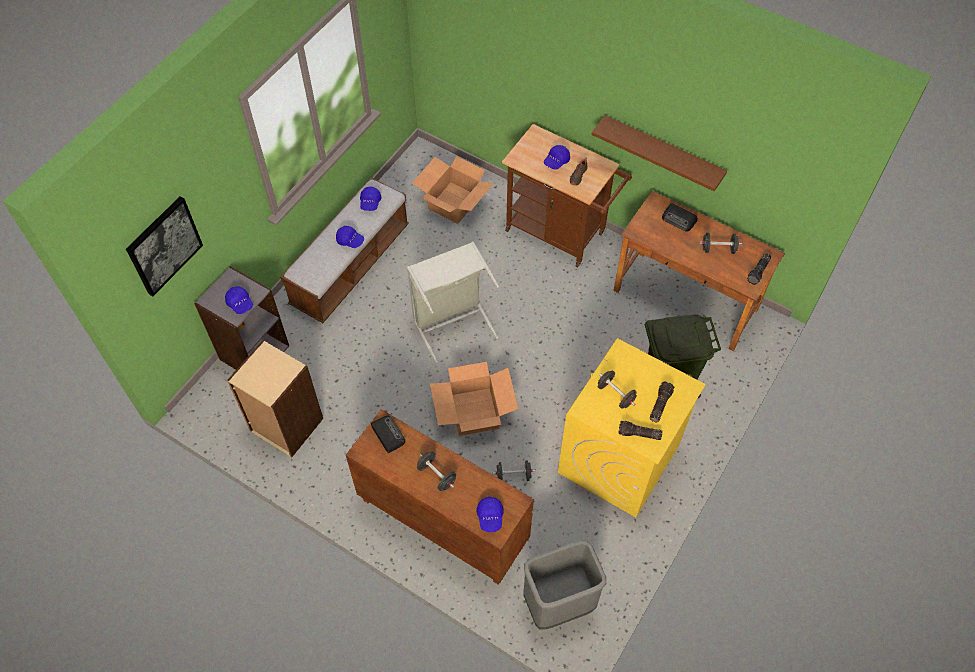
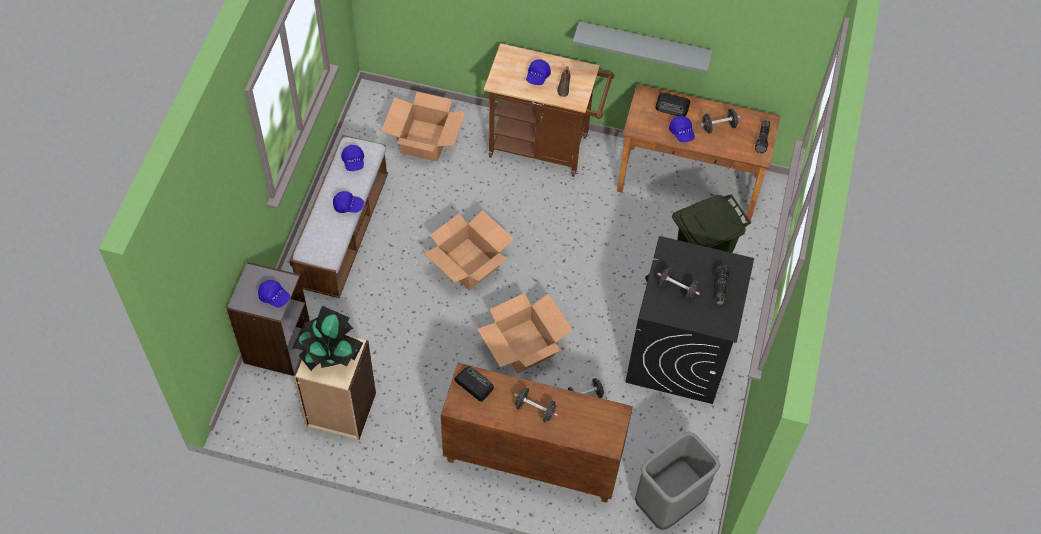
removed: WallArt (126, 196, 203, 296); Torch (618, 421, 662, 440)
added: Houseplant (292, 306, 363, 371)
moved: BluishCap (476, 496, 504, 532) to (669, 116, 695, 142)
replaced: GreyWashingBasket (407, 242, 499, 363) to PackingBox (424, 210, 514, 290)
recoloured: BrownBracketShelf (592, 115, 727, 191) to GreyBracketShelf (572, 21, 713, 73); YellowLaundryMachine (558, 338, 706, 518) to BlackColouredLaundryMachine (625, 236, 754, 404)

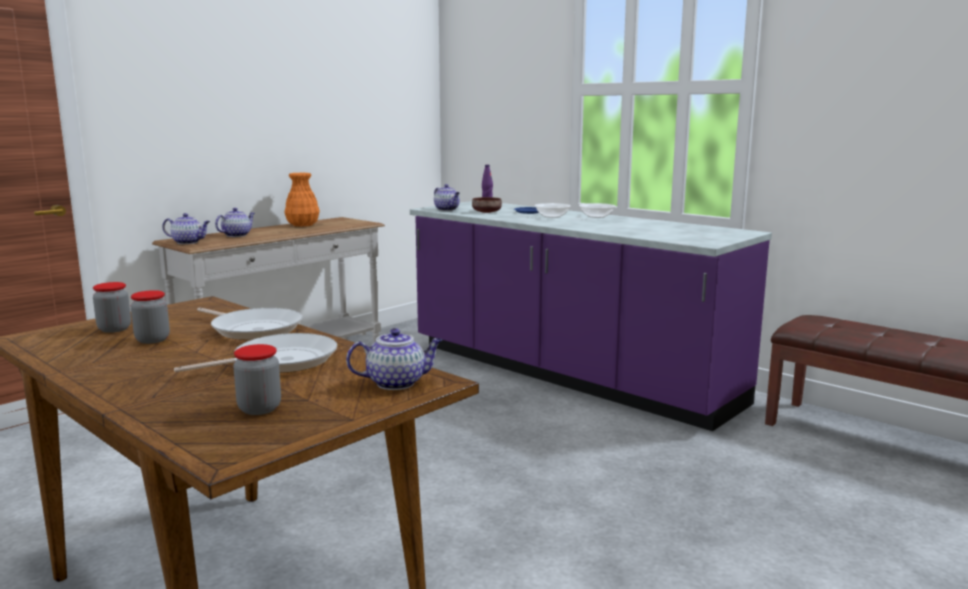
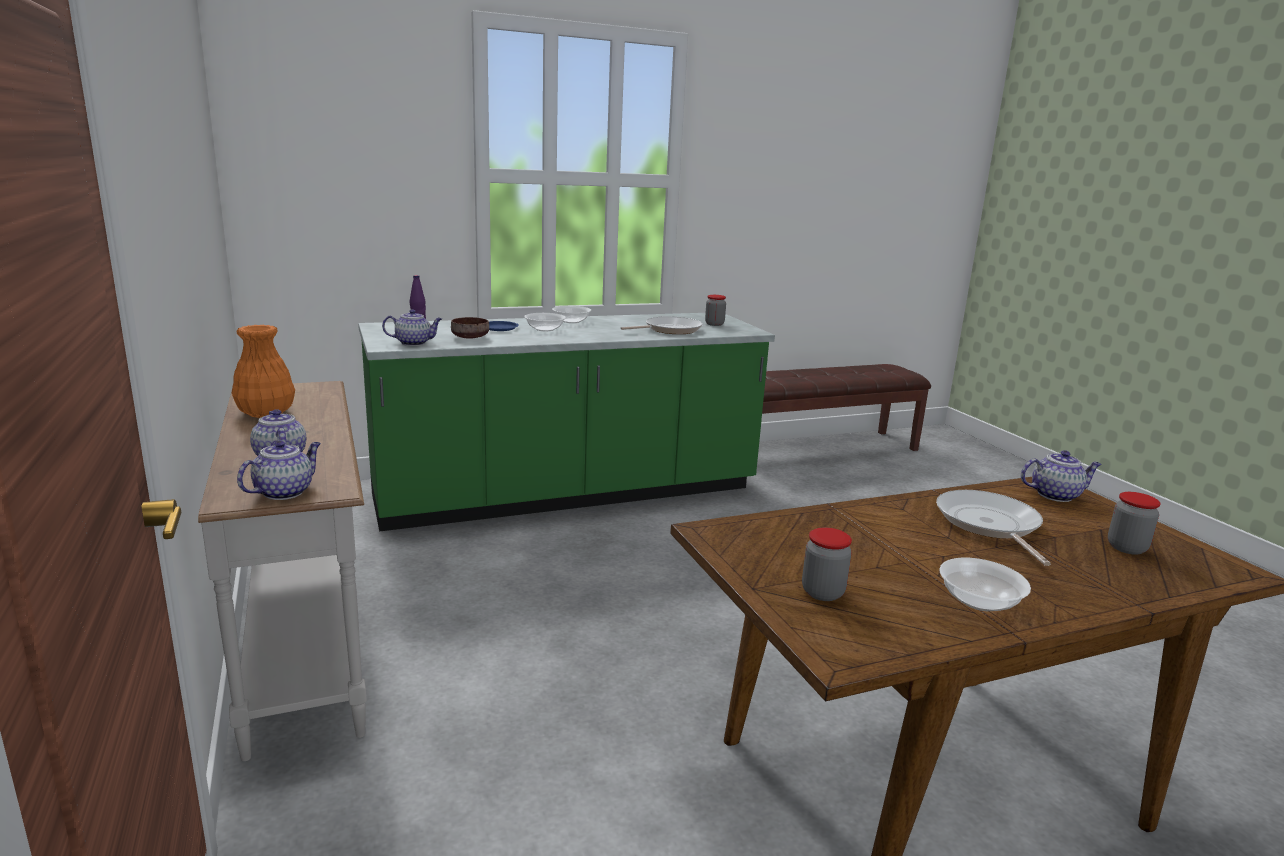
added: ServingBowl (939, 558, 1031, 611)
moved: FryingPan (197, 308, 303, 340) to (621, 316, 703, 334); StorageJar (131, 290, 170, 344) to (705, 295, 726, 326)
recoloured: PurpleColouredKitchenCounter (410, 201, 772, 431) to GreenishKitchenCounter (358, 313, 775, 532)
turned: Teapot (346, 328, 443, 390) = (1021, 450, 1102, 502) 75 degrees clockwise

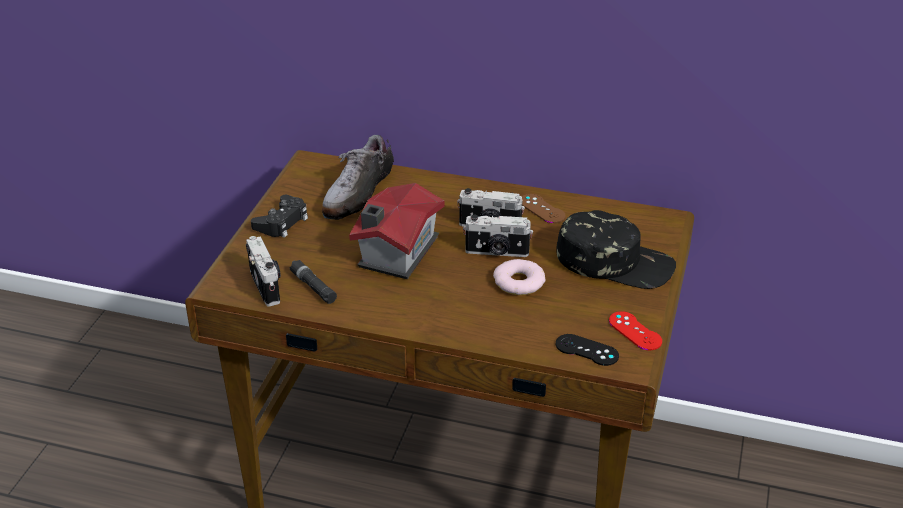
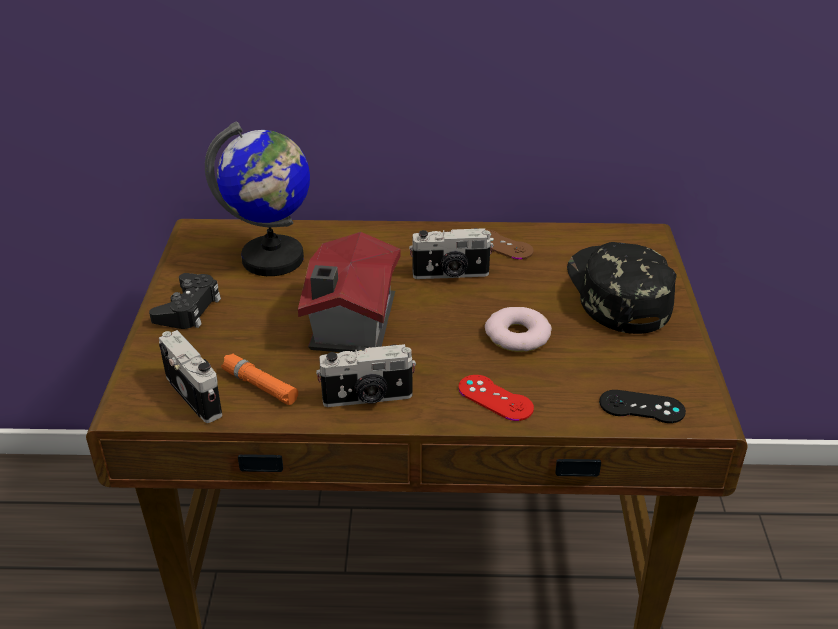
moved: StillCamera (463, 214, 533, 257) to (316, 344, 416, 407); RedGameController (609, 311, 662, 350) to (458, 375, 534, 421)
replaced: Shoe (322, 135, 394, 220) to WorldGlobe (205, 121, 310, 276)
recoloured: BlackColouredTorch (290, 260, 337, 304) to OrangeyTorch (221, 353, 298, 405)
turned: BlackColouredCap (556, 210, 676, 289) = (567, 242, 677, 334) 105 degrees counterclockwise

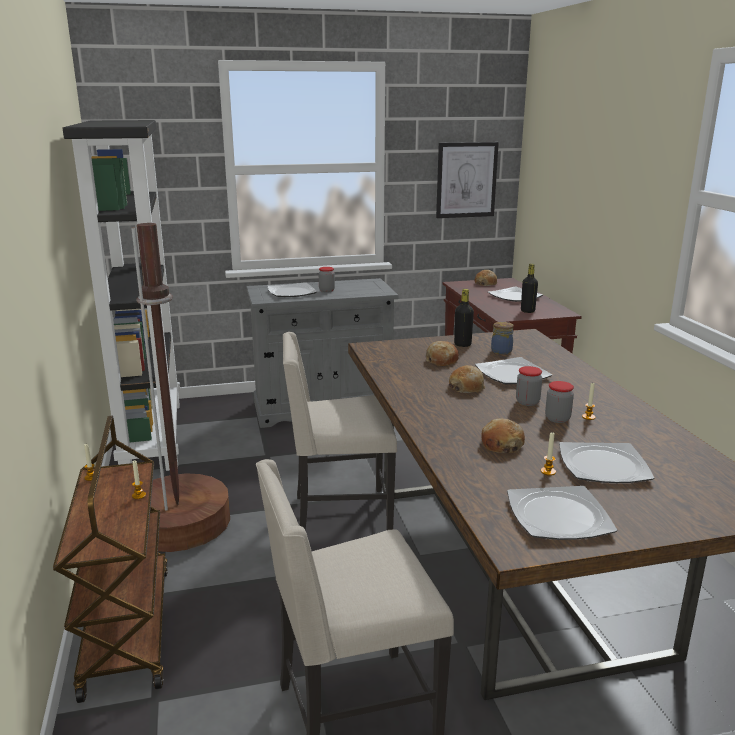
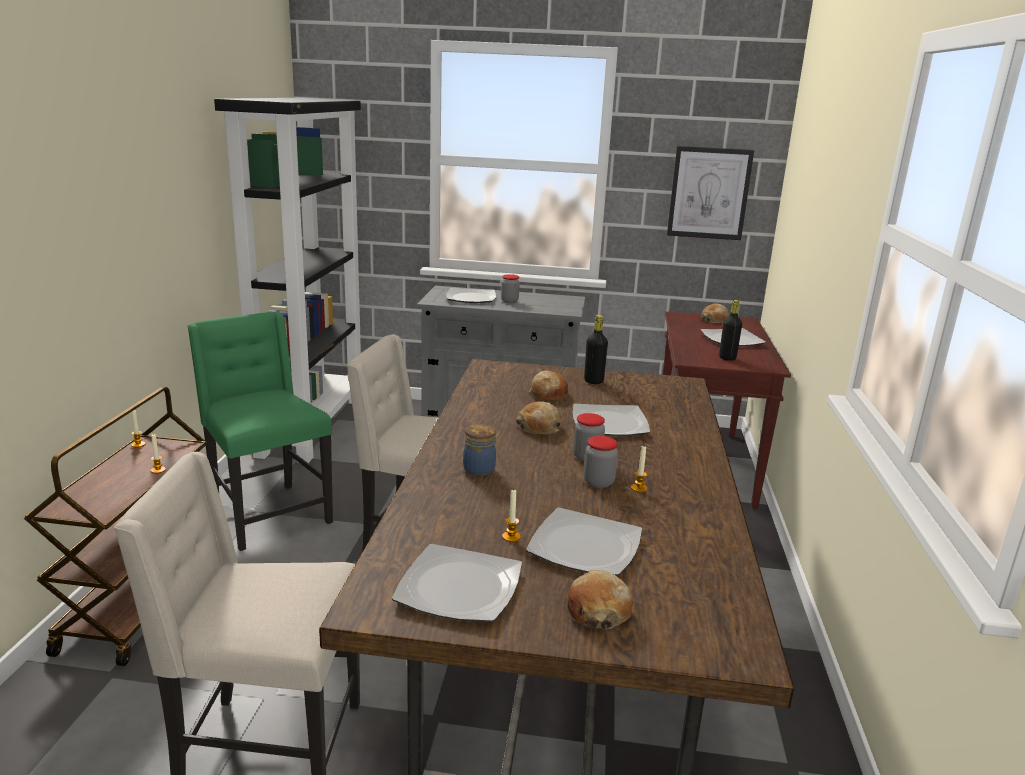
moved: StorageJar (491, 322, 514, 354) to (463, 424, 496, 476); BakedBread (481, 419, 525, 453) to (567, 570, 633, 629)
replaced: BrownStandingLamp (131, 223, 230, 552) to GreenishPlainChair (187, 312, 333, 551)

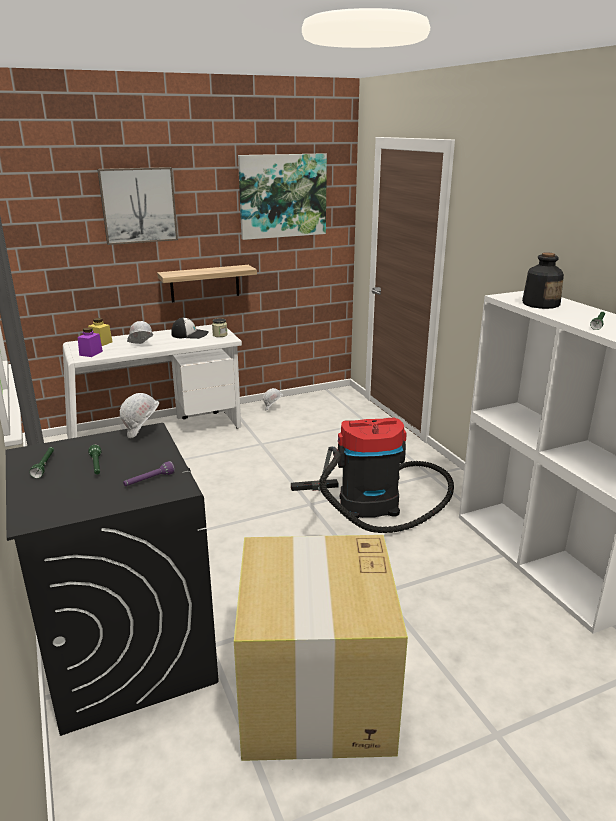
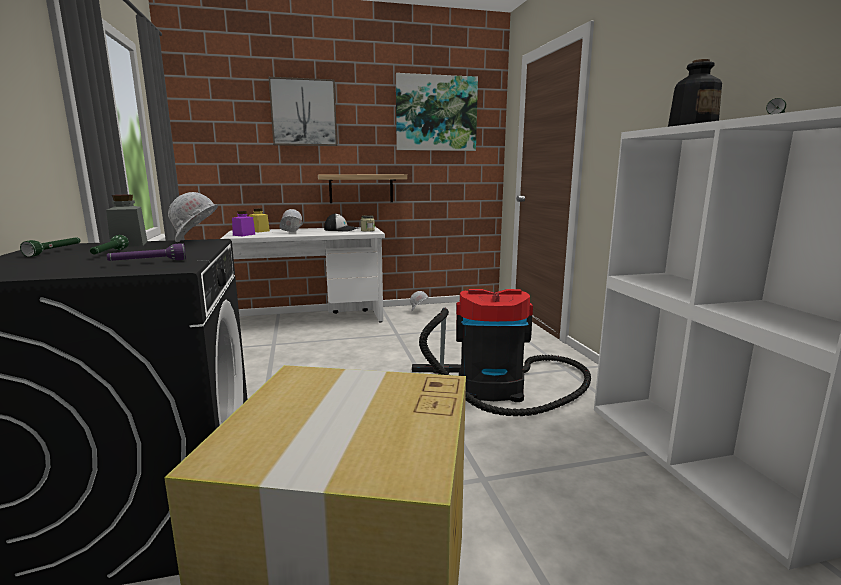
added: GreyStorageJar (106, 195, 147, 247)

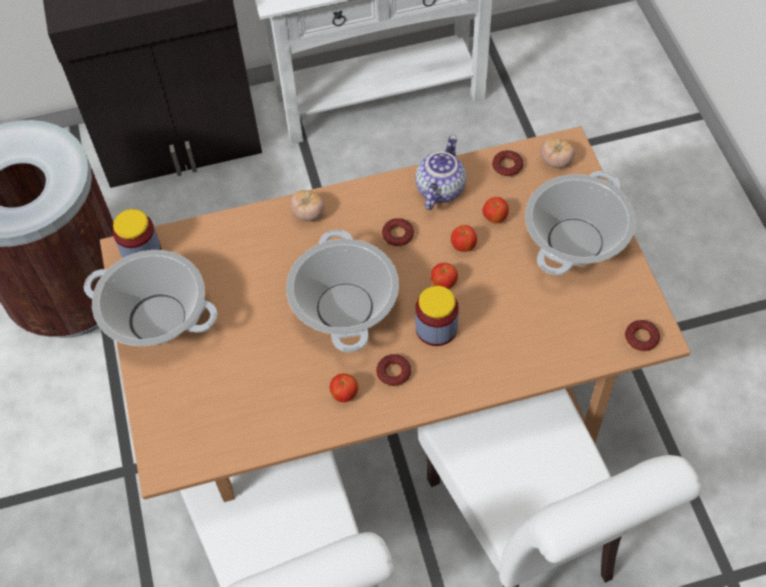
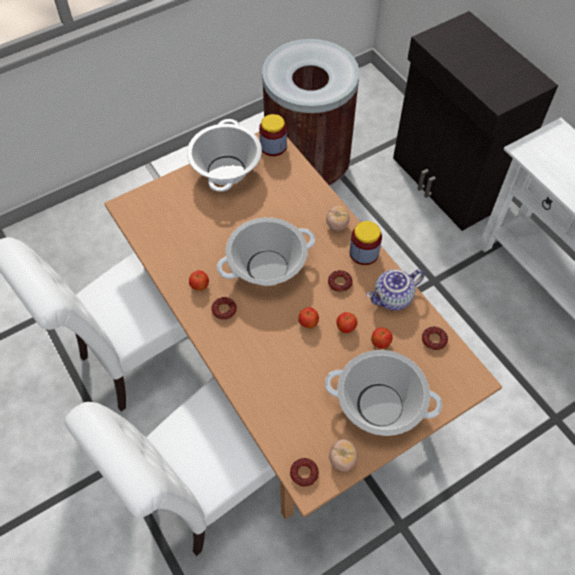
moved: Tomato (540, 138, 575, 168) to (329, 439, 358, 472); StorageJar (415, 286, 459, 346) to (350, 221, 382, 265)
turned: Teapot (416, 135, 466, 210) = (366, 269, 425, 311) 150 degrees clockwise

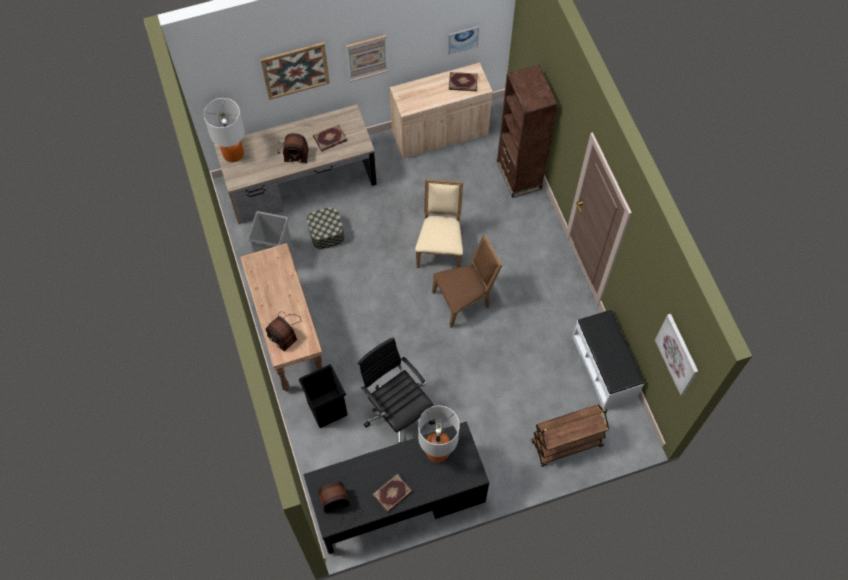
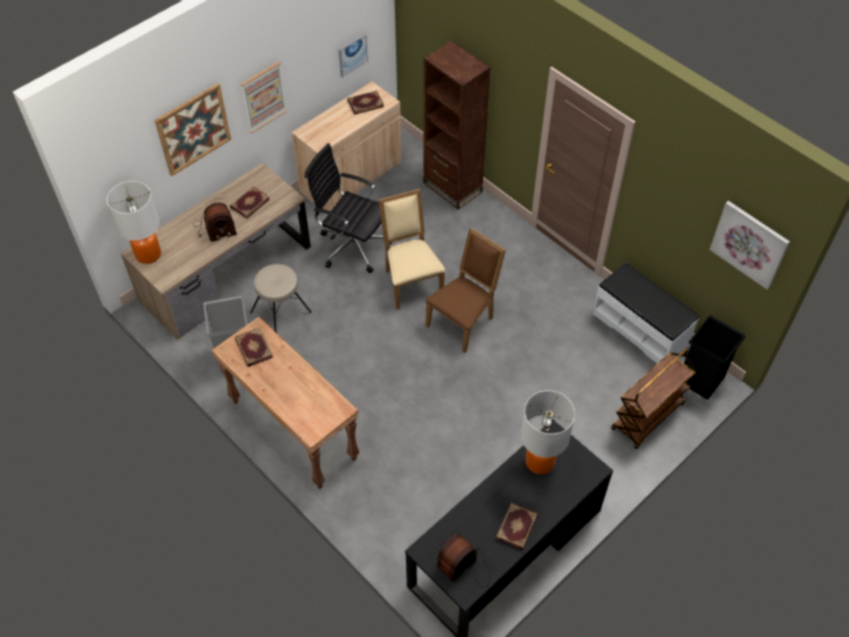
removed: RadioReceiver (266, 312, 301, 352)
added: Volume (235, 328, 273, 367)
moved: BlackColouredDeskChair (358, 337, 435, 444) to (305, 143, 392, 273); BlackColouredTrashCan (299, 364, 348, 428) to (684, 315, 745, 400)
replaced: StorageContainer (307, 207, 344, 250) to BeigeColouredStoolSeat (250, 264, 312, 333)

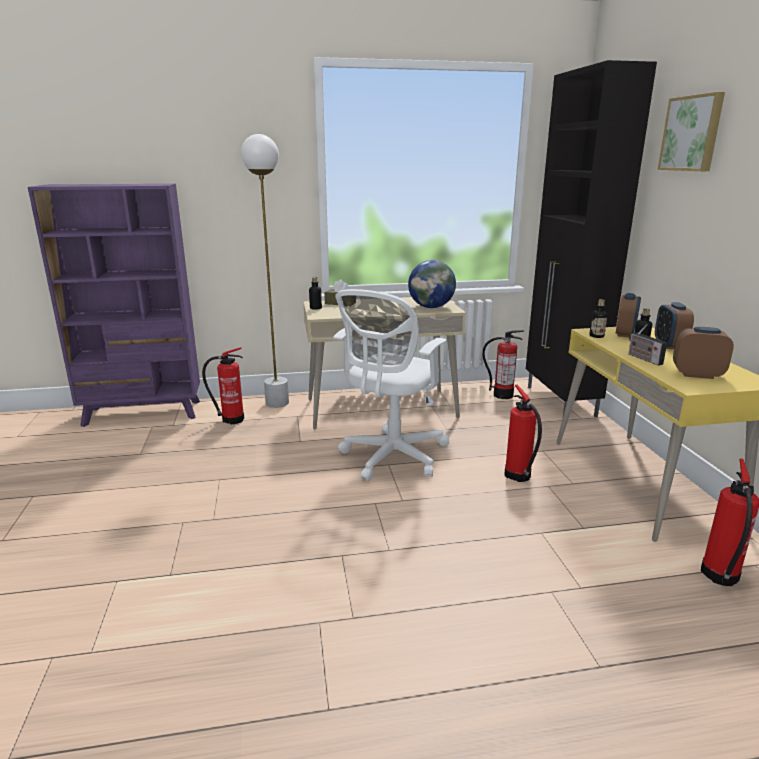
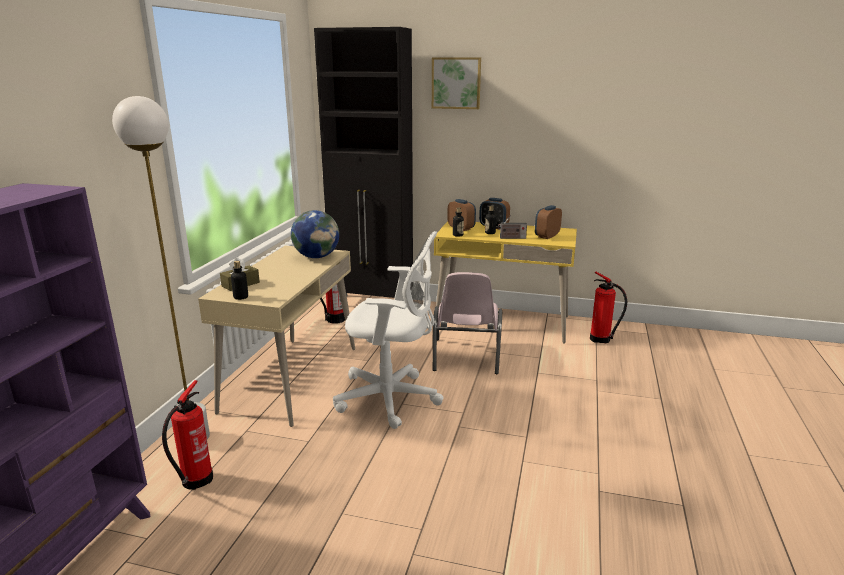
replaced: FireFightingCylinder (504, 385, 542, 482) to PinkishPlainChair (433, 272, 502, 374)
turned: WhitishDeskChair (333, 289, 450, 481) = (333, 231, 444, 429) 45 degrees counterclockwise

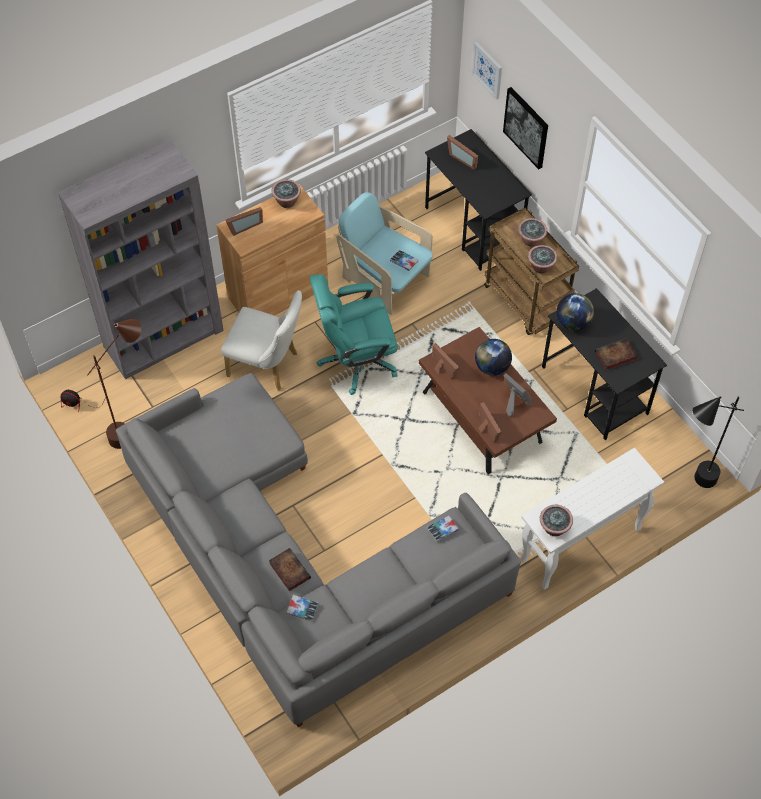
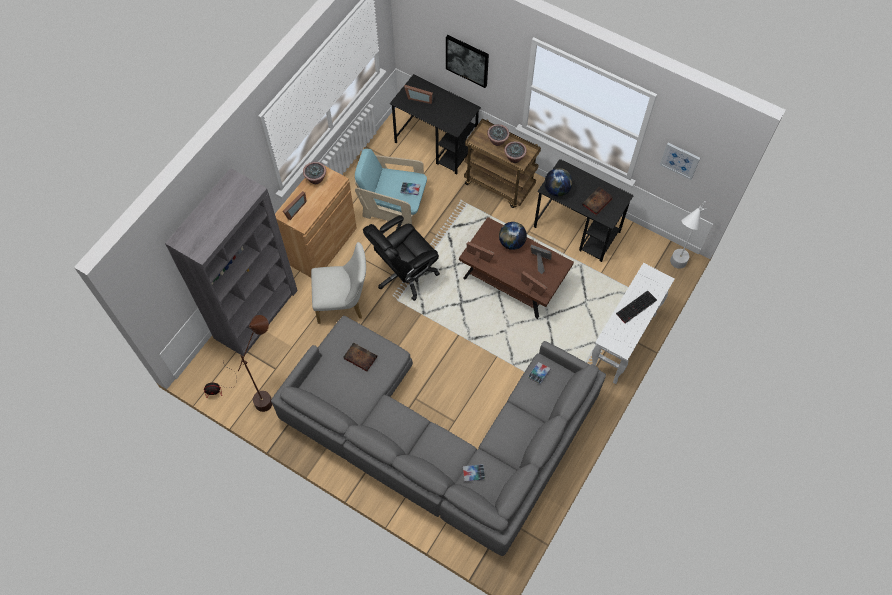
removed: Houseplant (540, 505, 573, 536)
added: Keyboard (616, 290, 657, 323)
moved: Volume (269, 548, 311, 591) to (344, 343, 377, 372); WallArt (472, 42, 502, 100) to (660, 143, 700, 180)
recoloured: TurquoiseColouredDeskChair (310, 274, 398, 395) to BlackColouredDeskChair (363, 215, 440, 301); BlackColouredStandingLamp (692, 396, 744, 488) to WhitishStandingLamp (670, 201, 707, 269)

